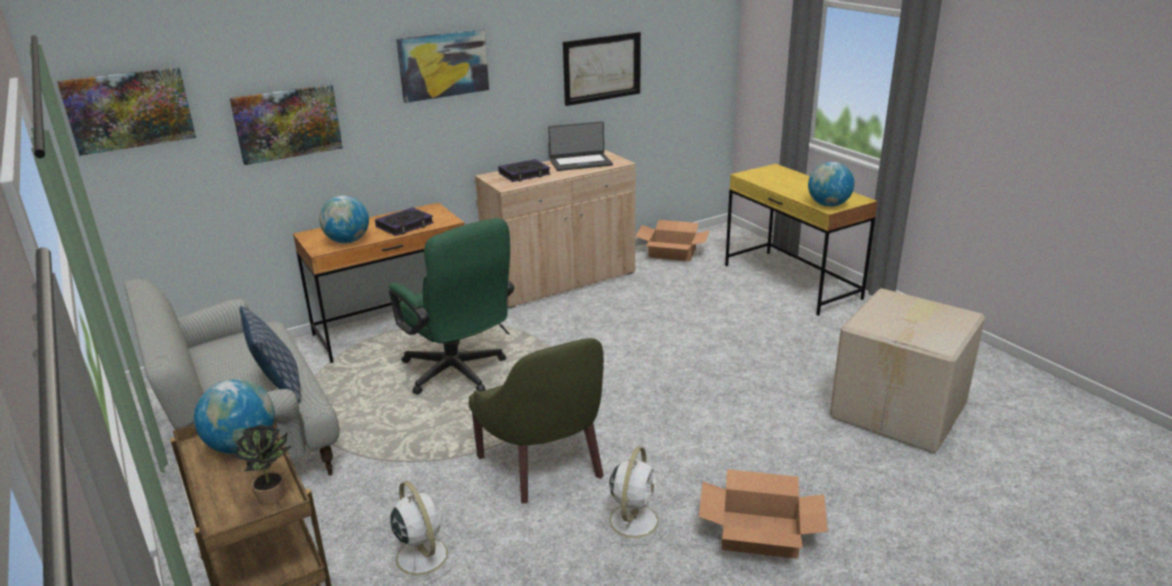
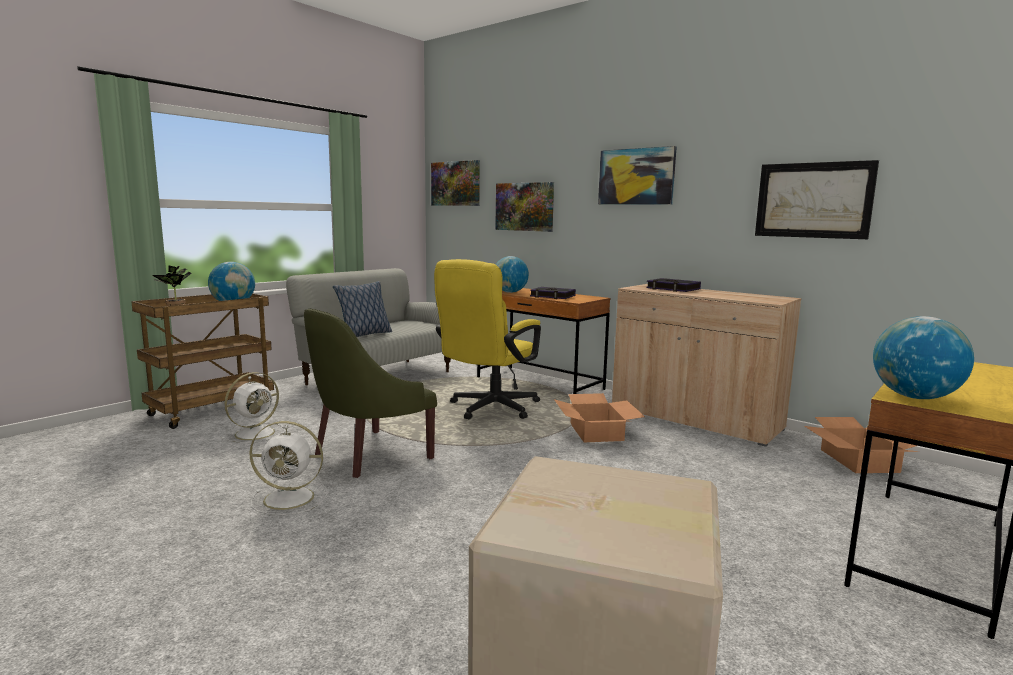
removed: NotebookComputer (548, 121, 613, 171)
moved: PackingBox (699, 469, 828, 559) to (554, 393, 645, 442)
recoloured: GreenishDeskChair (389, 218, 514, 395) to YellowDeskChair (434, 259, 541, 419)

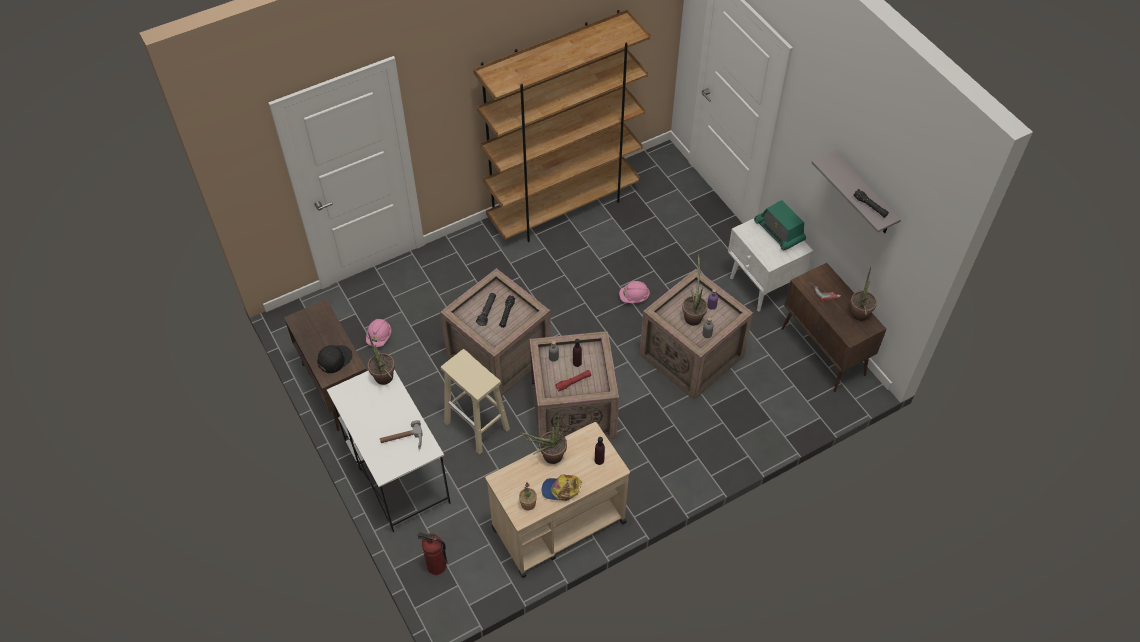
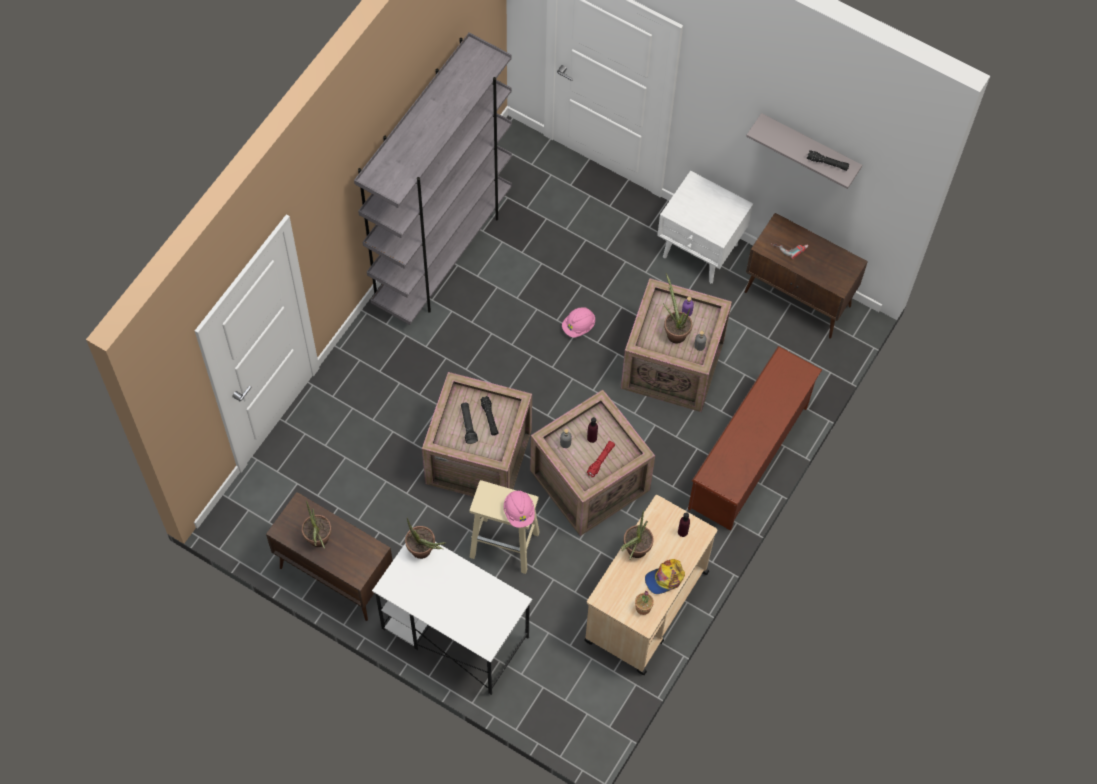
removed: BlackColouredCap (317, 345, 352, 373); Hammer (380, 420, 423, 450); FireFightingCylinder (418, 532, 448, 575); RadioReceiver (754, 200, 806, 250)
added: BrownShoeShelf (688, 346, 822, 531)
moved: Houseplant (850, 267, 877, 321) to (302, 501, 332, 549); PinkishWorkHelmet (366, 319, 391, 347) to (504, 491, 535, 528)
recoloured: BrownBookshelf (473, 9, 650, 242) to GreyBookshelf (354, 33, 512, 325)

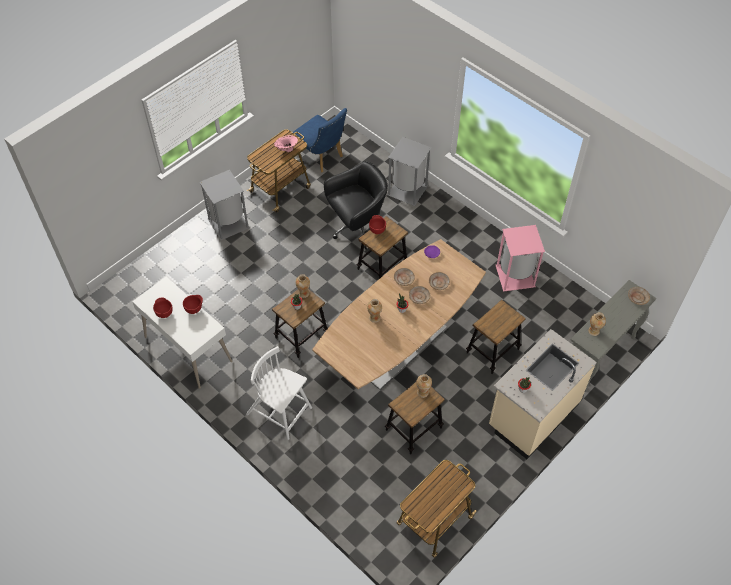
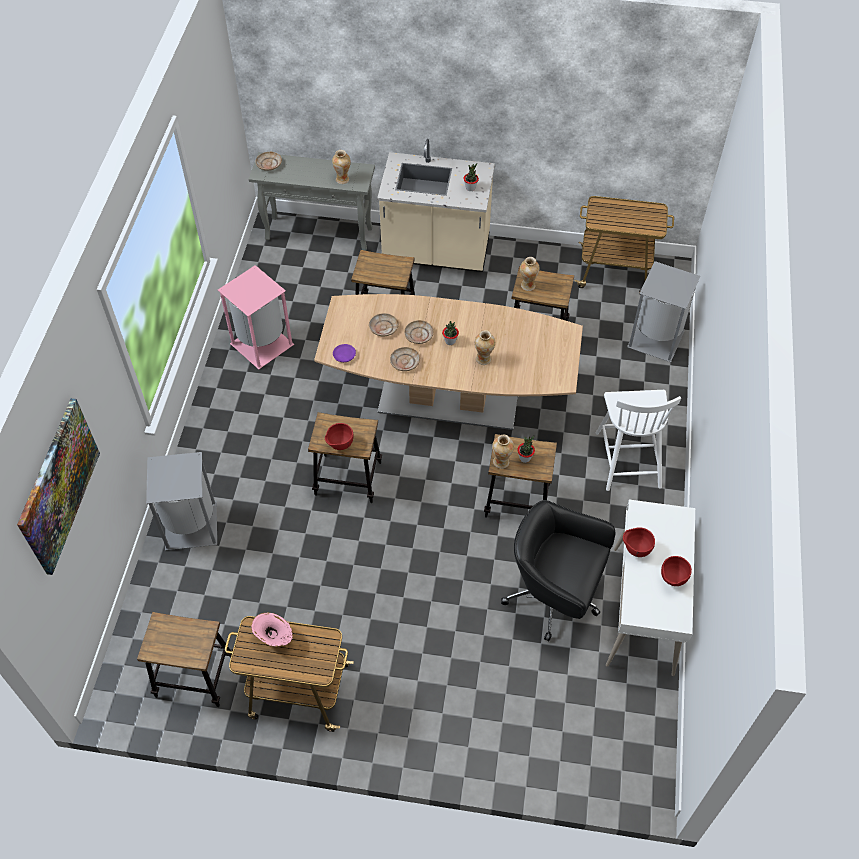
added: WallArt (17, 398, 100, 575)
moved: BlackColouredDeskChair (324, 161, 388, 250) to (501, 500, 616, 642); GreyTrashCan (200, 170, 250, 240) to (627, 261, 700, 362)
replaced: BluishPlainChair (293, 108, 347, 173) to StoolSeat (137, 612, 233, 707)

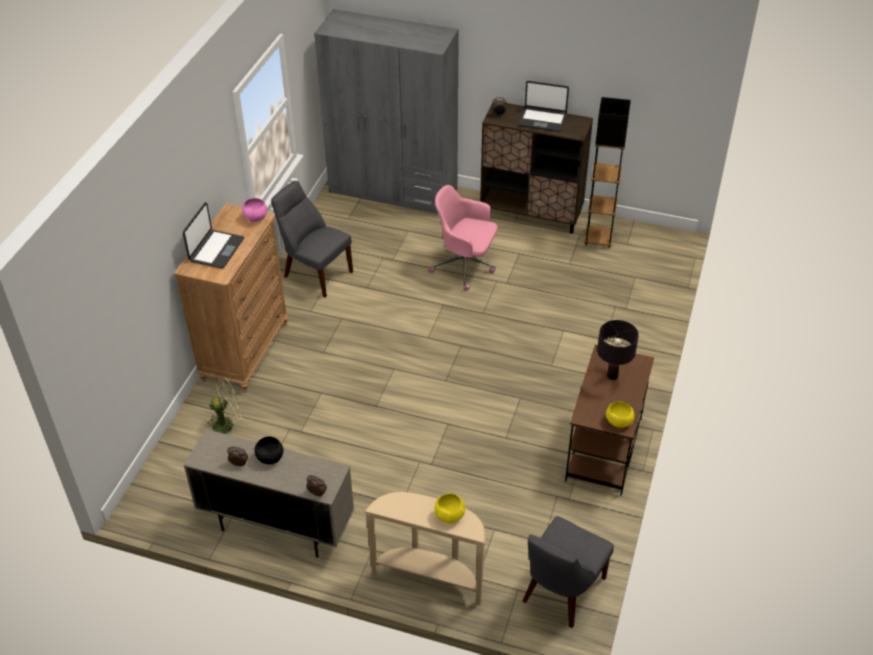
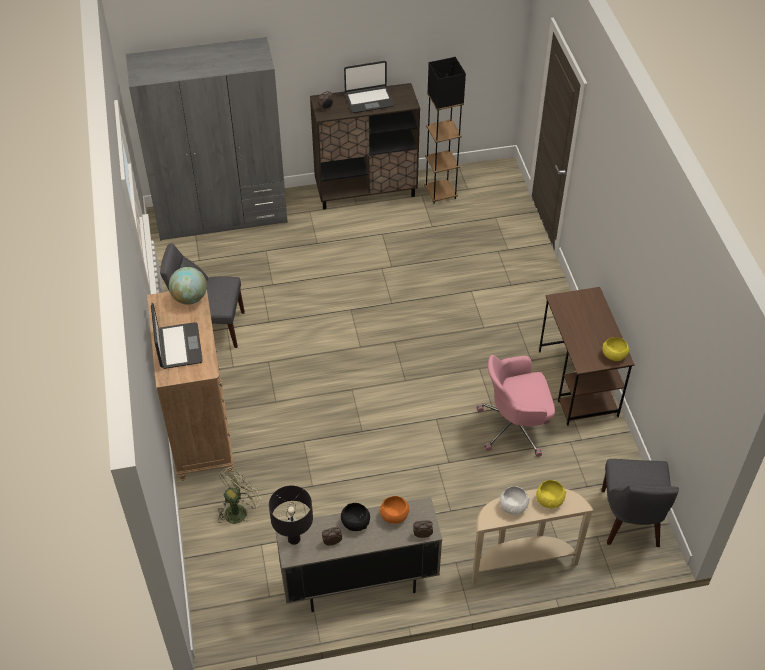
added: OrangeyServingBowl (380, 496, 409, 524); WhitishServingBowl (500, 486, 530, 515)
moved: BlackColouredLampForATable (597, 320, 639, 380) to (269, 486, 313, 545); PinkishDeskChair (428, 185, 498, 291) to (477, 355, 555, 457)
replaced: PinkishServingBowl (242, 198, 267, 222) to WorldGlobe (169, 267, 207, 305)

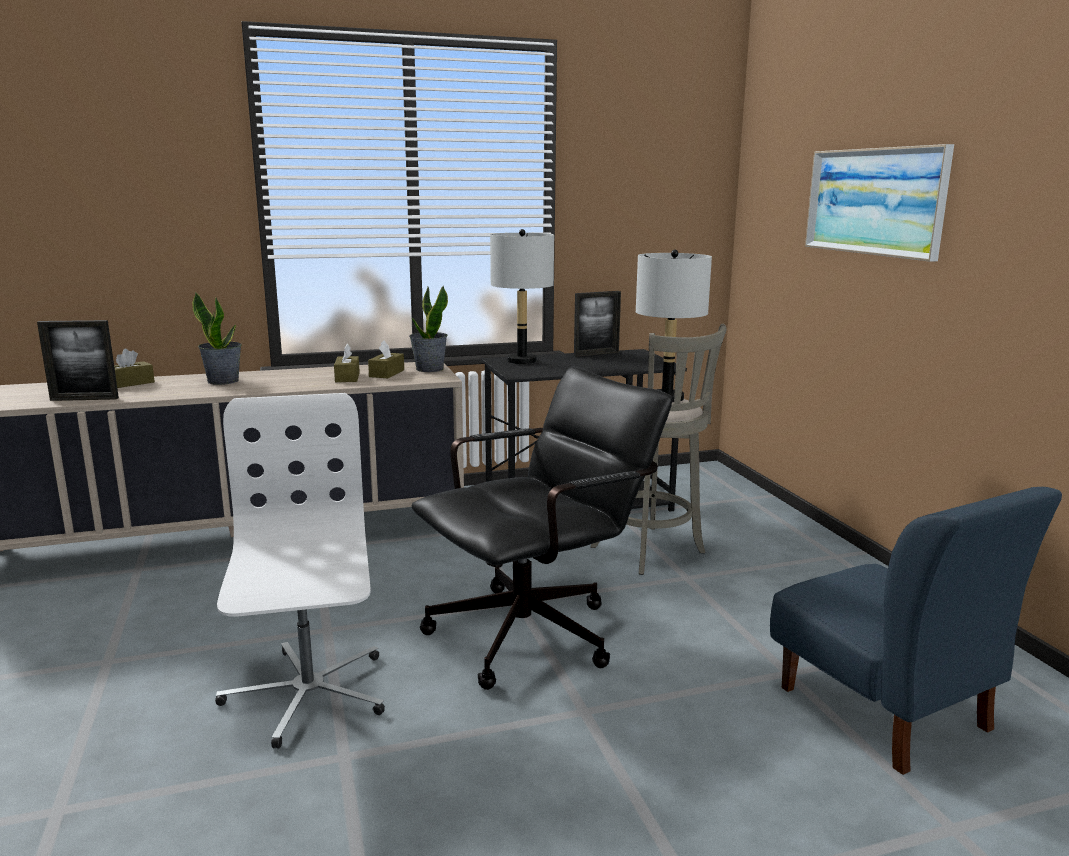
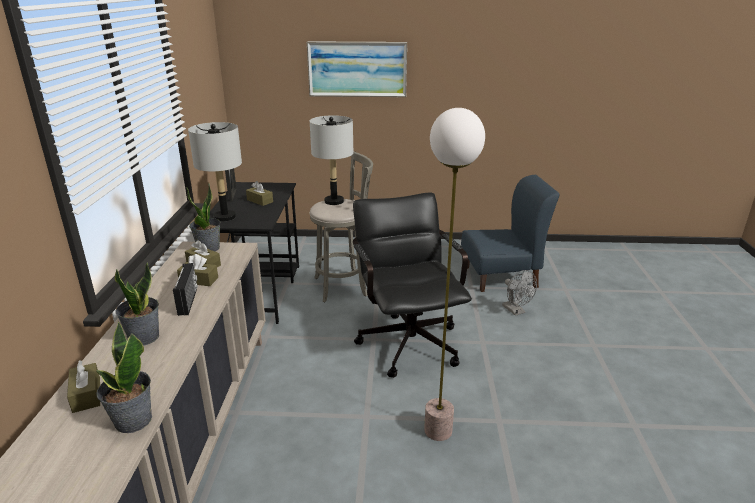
added: RadioReceiver (173, 263, 198, 316); BrownTissueHolder (246, 181, 273, 206); GreyCoolingFan (502, 270, 537, 316)
replaced: StandingFrame (37, 320, 119, 401) to Houseplant (96, 322, 152, 433); WhitishDeskChair (215, 393, 385, 749) to StandingLamp (424, 108, 485, 441)

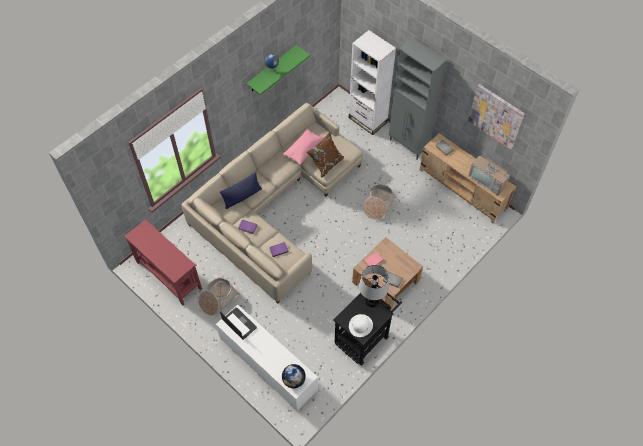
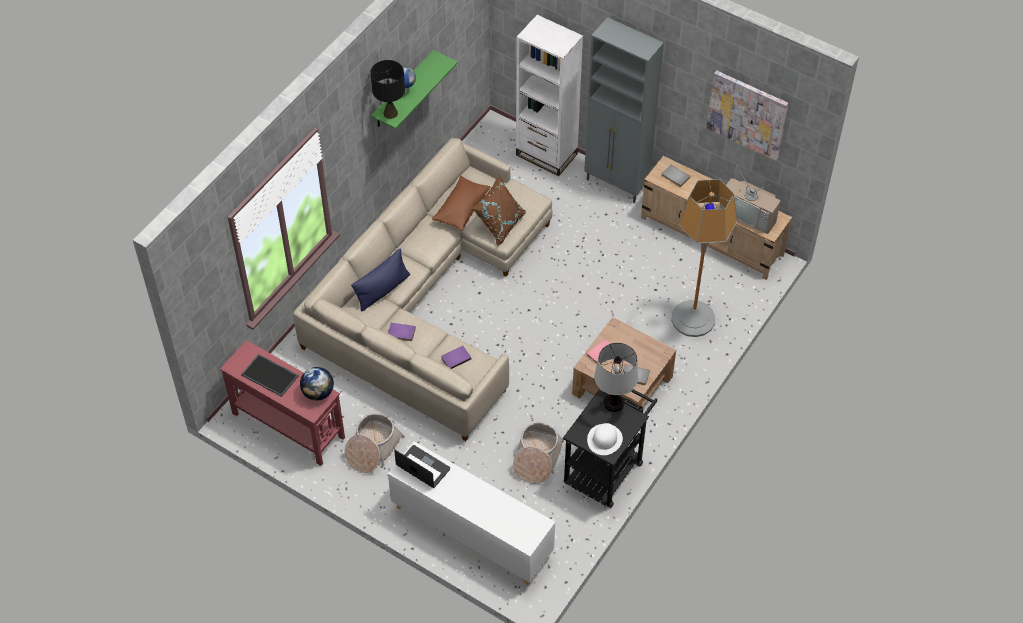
added: ServingTray (241, 354, 299, 397); BlackColouredLampForATable (371, 60, 405, 119); StandingLamp (671, 179, 737, 337)
moved: WorldGlobe (282, 364, 306, 388) to (300, 367, 334, 401); HouseholdBasket (363, 184, 396, 220) to (513, 423, 564, 484)
recoloured: PinkishThrowPillow (283, 128, 324, 165) to BrownThrowPillow (432, 176, 491, 231)

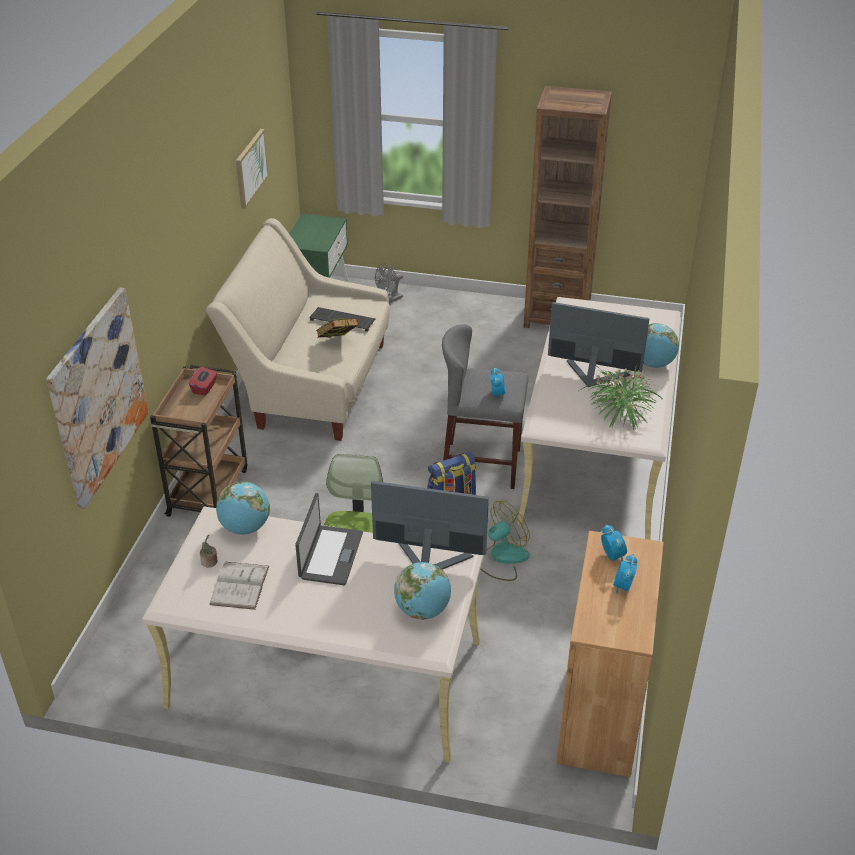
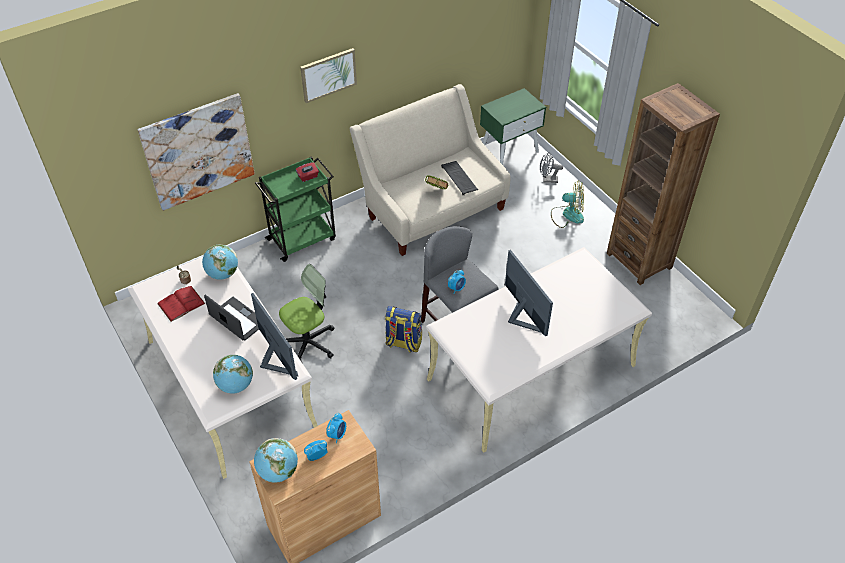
removed: Houseplant (579, 364, 664, 430)
moved: WorldGlobe (643, 323, 679, 368) to (254, 438, 298, 483); WallArt (236, 129, 269, 209) to (300, 48, 357, 103); CoolingFan (480, 501, 530, 581) to (551, 180, 584, 228)
recoloured: WhitishVolume (209, 562, 269, 610) to RedVolume (157, 286, 205, 322); BrownTrolley (150, 365, 247, 517) to GreenishTrolley (255, 156, 336, 262)
turned: NotebookComputer (295, 493, 363, 585) = (204, 295, 259, 340) 105 degrees counterclockwise

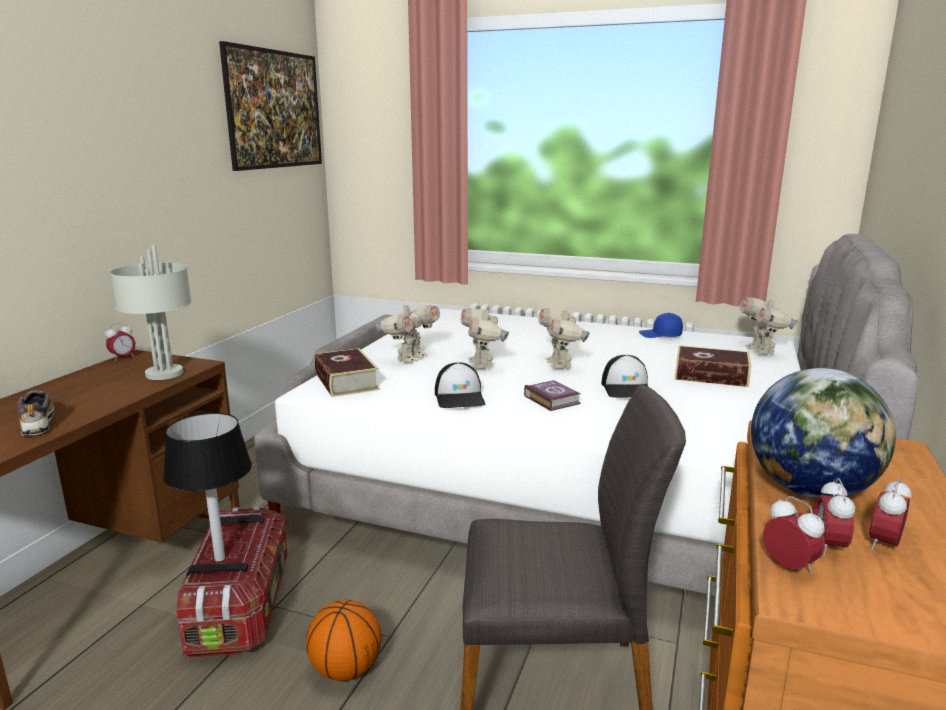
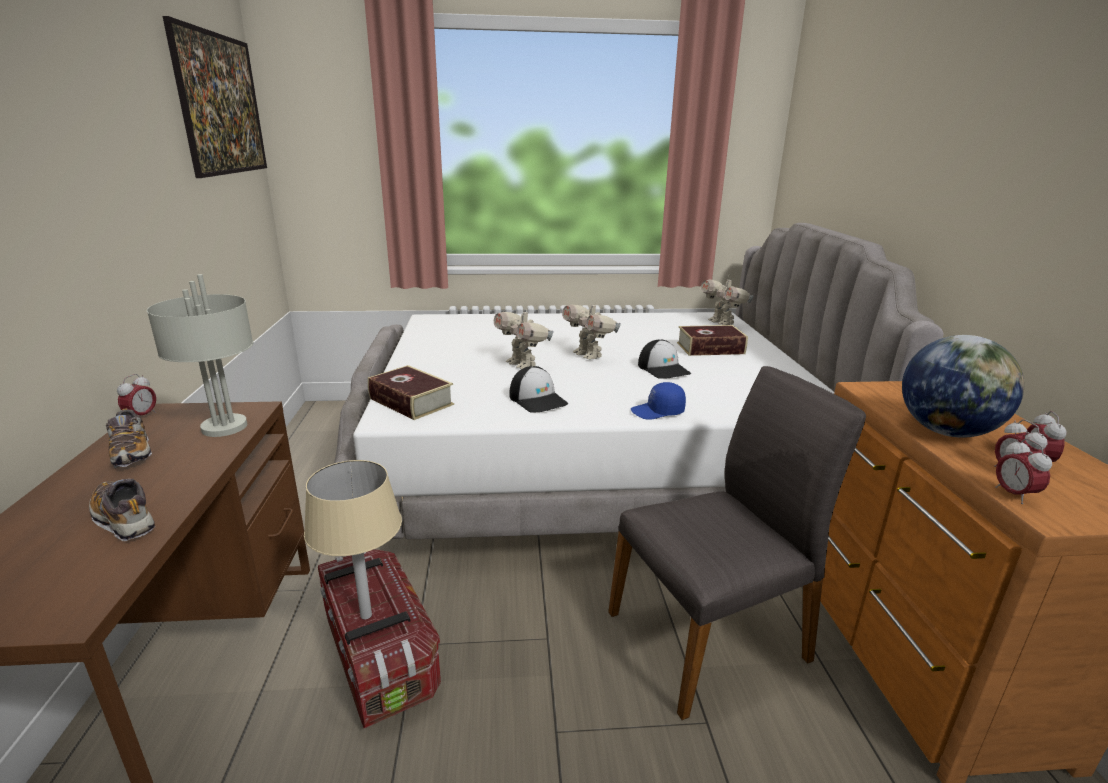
removed: Basketball (306, 599, 382, 681); ToyRobot (376, 298, 440, 363); Volume (524, 380, 581, 411)
added: Shoe (106, 408, 152, 468)
moved: BluishCap (639, 313, 683, 338) to (631, 382, 686, 420)
recoloured: BlackColouredLampForATable (163, 413, 252, 562) to BeigeColouredLampForATable (304, 460, 402, 620)
turned: TableClock (763, 496, 825, 575) = (995, 438, 1052, 504) 135 degrees counterclockwise

